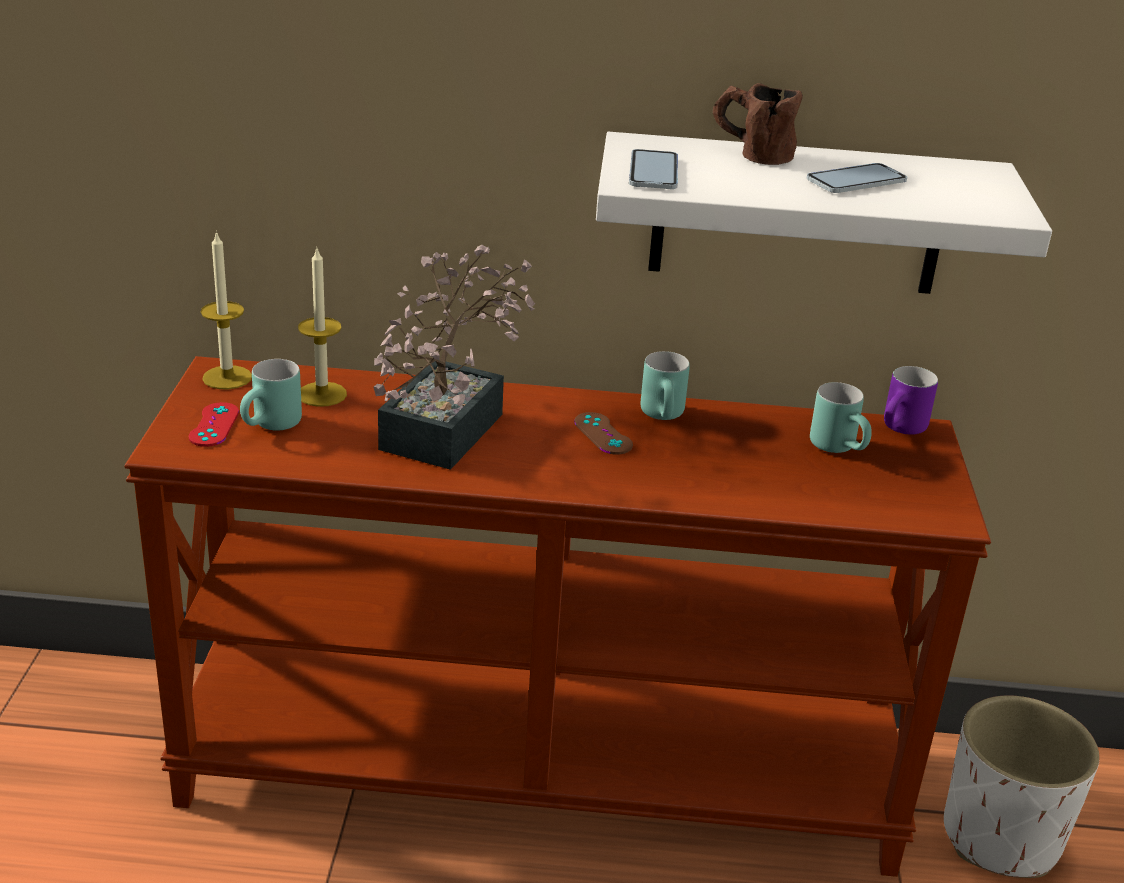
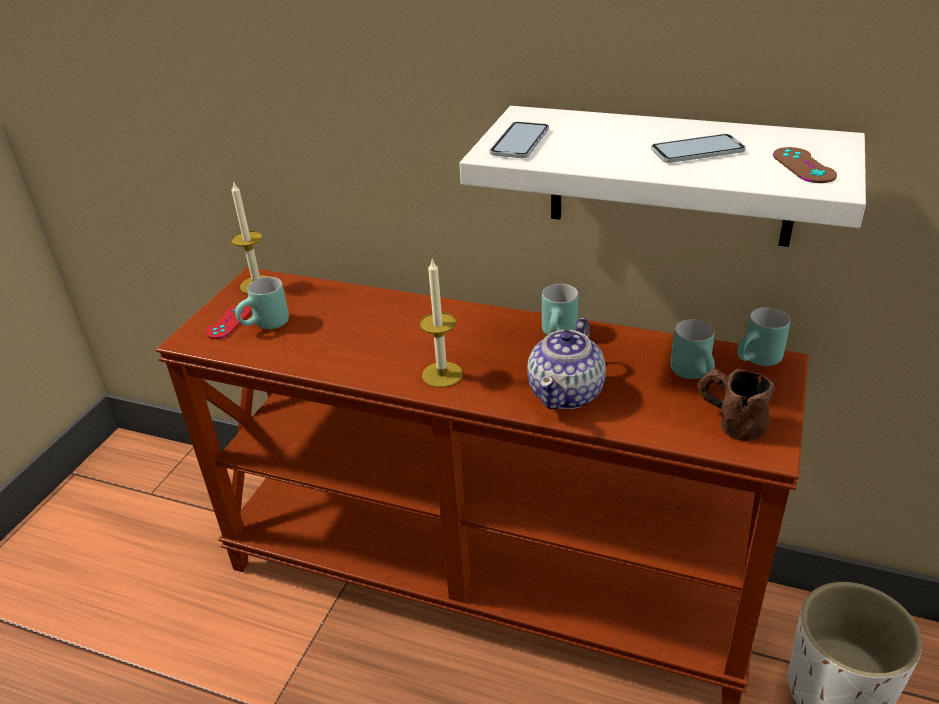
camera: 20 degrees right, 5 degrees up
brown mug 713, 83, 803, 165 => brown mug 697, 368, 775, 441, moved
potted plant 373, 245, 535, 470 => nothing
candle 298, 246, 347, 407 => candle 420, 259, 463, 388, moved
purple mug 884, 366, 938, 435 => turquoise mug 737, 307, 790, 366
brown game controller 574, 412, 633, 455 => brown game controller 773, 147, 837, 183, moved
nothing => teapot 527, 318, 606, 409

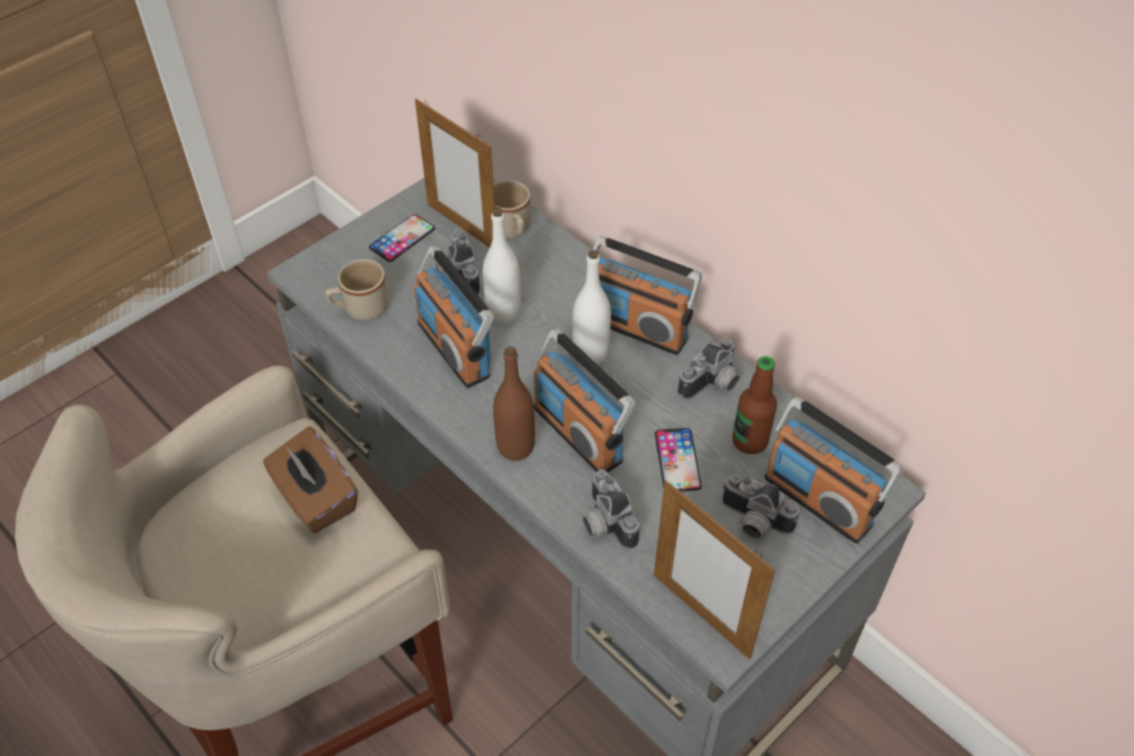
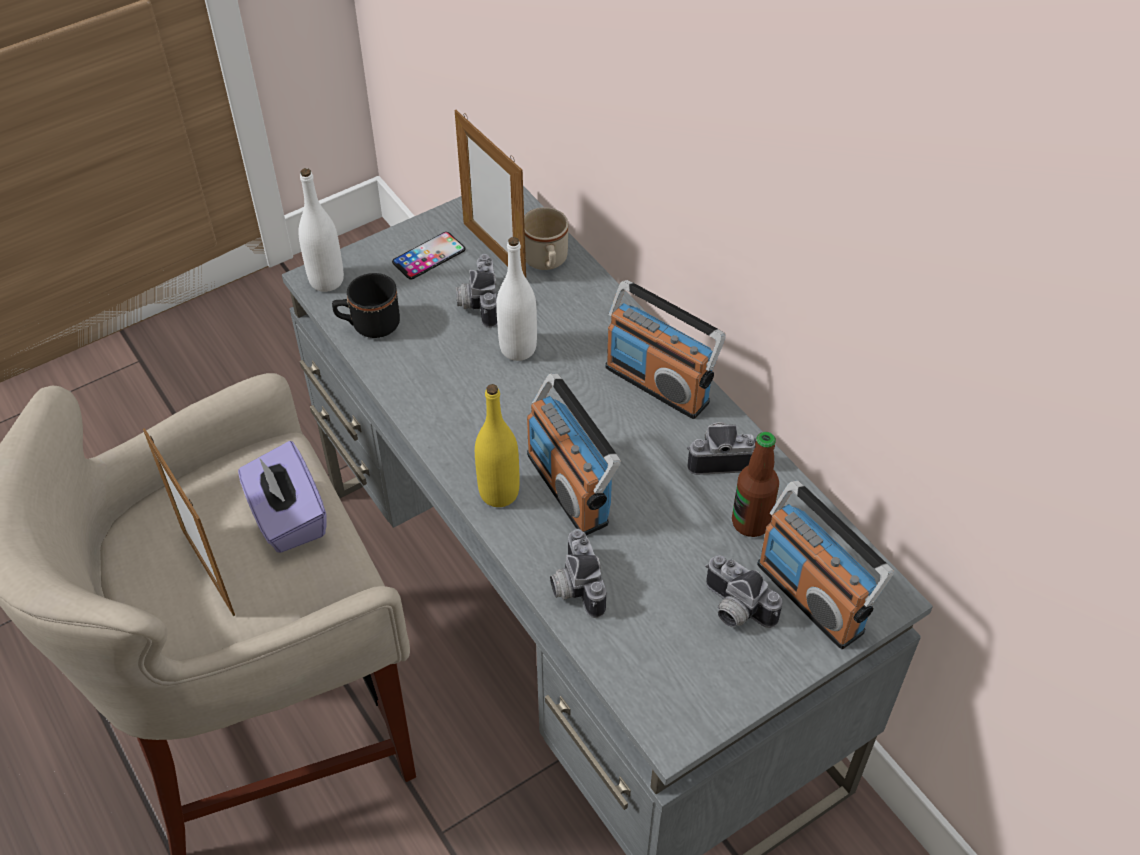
camera: 10 degrees right, 0 degrees up
radio 414, 247, 494, 388 => nothing
white bottle 572, 250, 611, 364 => white bottle 298, 168, 344, 292, moved
beige mug 325, 259, 389, 320 => black mug 332, 273, 400, 338
photo camera 678, 337, 740, 400 => photo camera 687, 422, 756, 475, 150 degrees counterclockwise
brown bottle 493, 346, 535, 461 => yellow bottle 475, 384, 520, 507
brown tissue box 263, 427, 358, 533 => purple tissue box 238, 441, 327, 553
phone 655, 428, 702, 492 => nothing
picture frame 654, 480, 775, 659 => picture frame 143, 428, 235, 616, moved

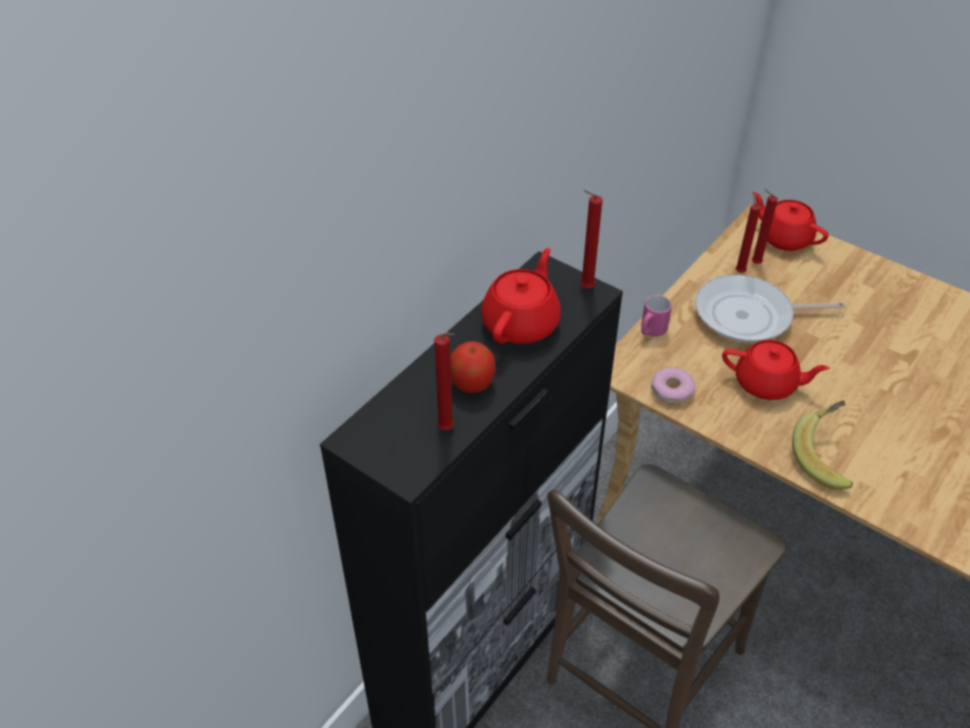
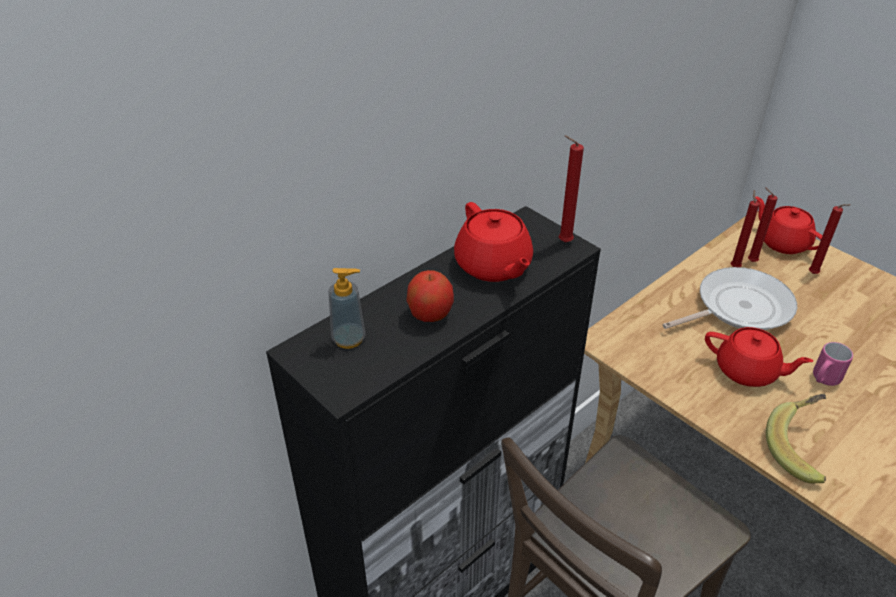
camera: 10 degrees right, 5 degrees down
red teapot 481, 248, 561, 344 => red teapot 454, 202, 533, 282, 120 degrees clockwise
frying pan 695, 275, 845, 343 => frying pan 663, 267, 797, 330, 150 degrees clockwise
pink mug 641, 295, 672, 336 => pink mug 813, 342, 853, 386, moved
red candle 434, 332, 455, 430 => red candle 809, 204, 851, 274, moved
donut 651, 367, 696, 404 => nothing
nothing => soap dispenser 328, 268, 366, 349

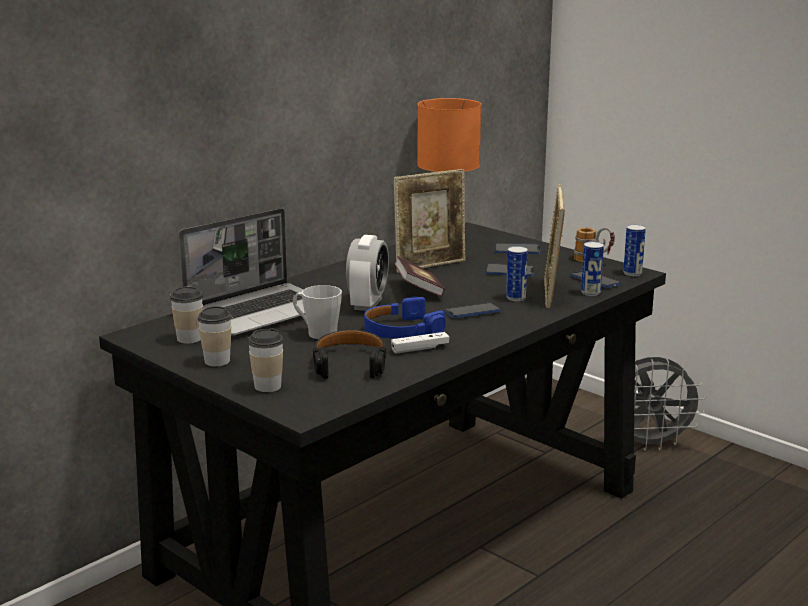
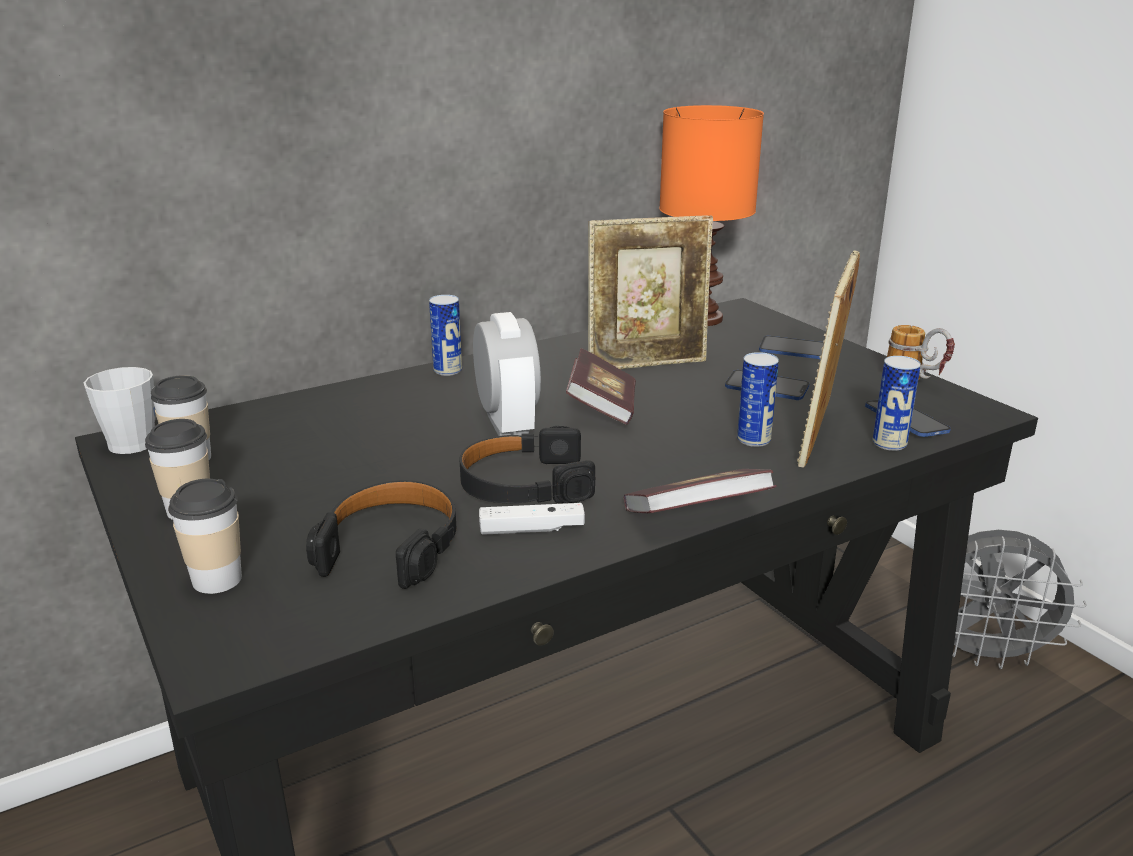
camera: 15 degrees right, 5 degrees up
laptop 179, 208, 305, 336 => nothing
can 623, 224, 646, 276 => can 429, 295, 462, 376, moved
alarm clock 346, 235, 389, 311 => alarm clock 473, 312, 541, 436, 45 degrees counterclockwise
grey mug 293, 285, 342, 339 => grey mug 84, 367, 155, 454, moved
blue headphones 364, 297, 446, 338 => black headphones 459, 426, 595, 504
phone 445, 303, 501, 318 => nothing
nothing => book 624, 469, 777, 513

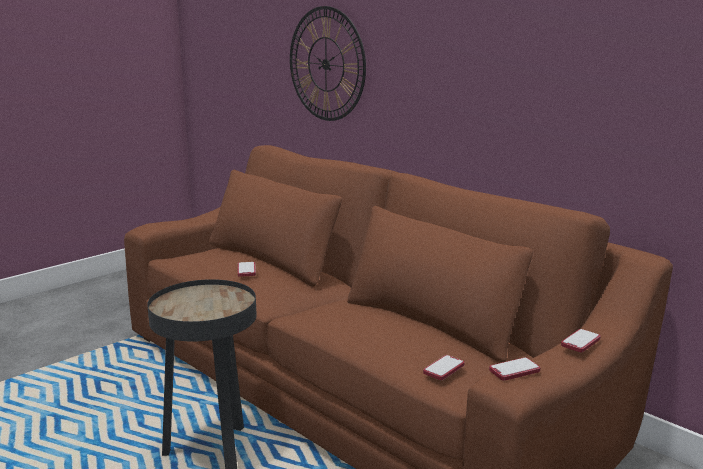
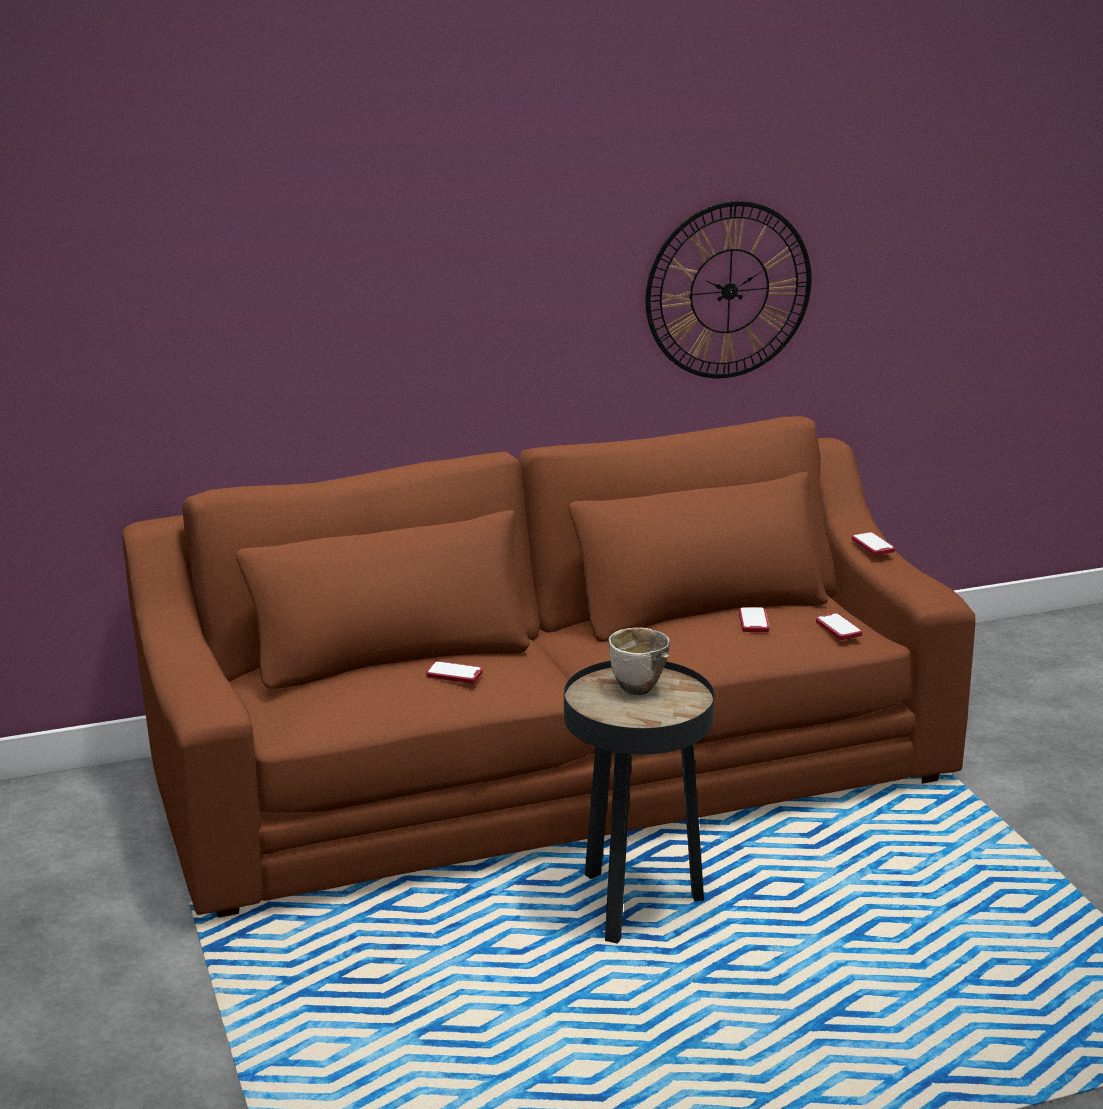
camera: 65 degrees left, 5 degrees up
wall clock 290, 6, 366, 121 => wall clock 646, 201, 812, 378, moved
phone 489, 357, 540, 381 => phone 739, 607, 769, 632, moved
nothing => bowl 608, 627, 670, 695

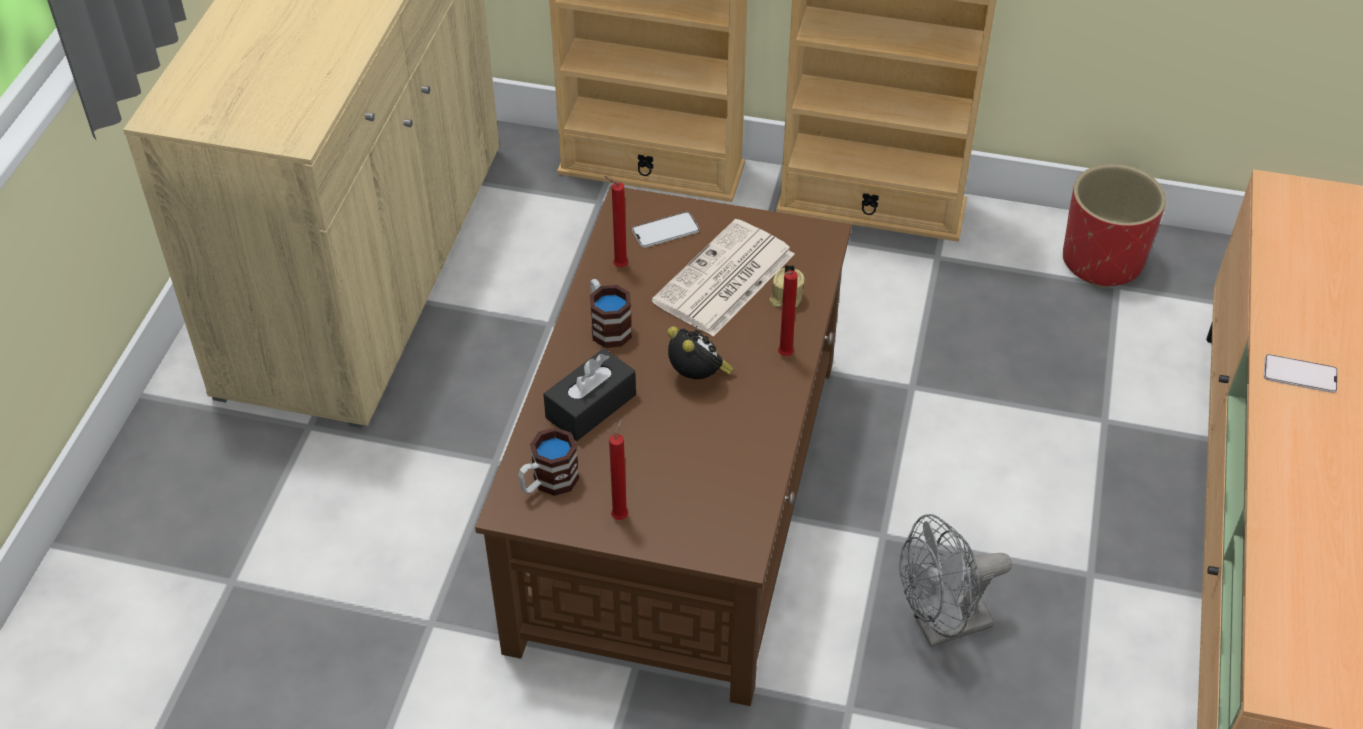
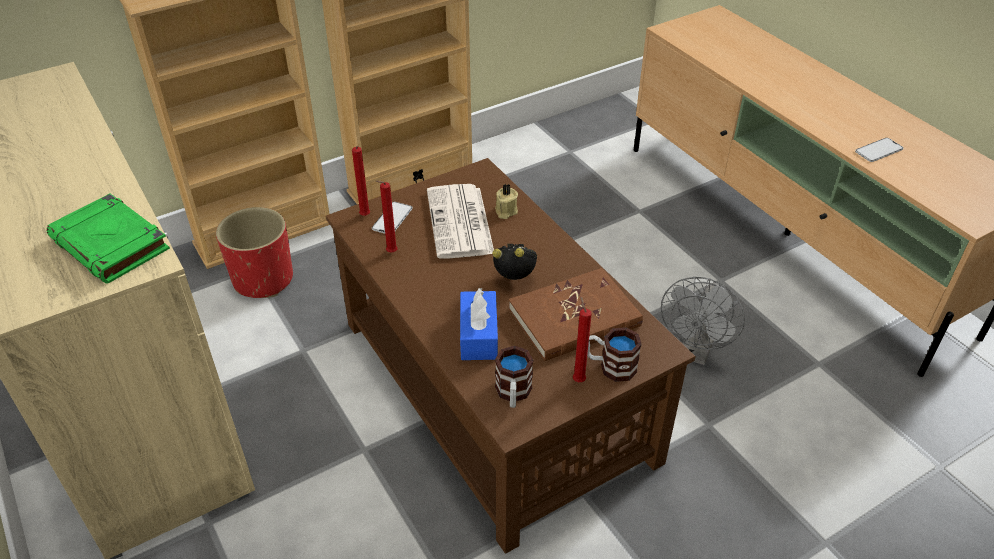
camera: 45 degrees left, 5 degrees down
red planter 1063, 164, 1166, 288 => red planter 216, 207, 293, 298, moved
red candle 778, 270, 798, 356 => red candle 352, 146, 370, 216, moved
mug 590, 279, 632, 348 => mug 587, 327, 642, 382, moved
black tissue box 543, 348, 636, 441 => blue tissue box 460, 288, 498, 360
phone 1264, 354, 1338, 393 => phone 855, 138, 903, 162, moved
nothing => green book 47, 194, 170, 284
nothing => brown book 509, 268, 643, 361

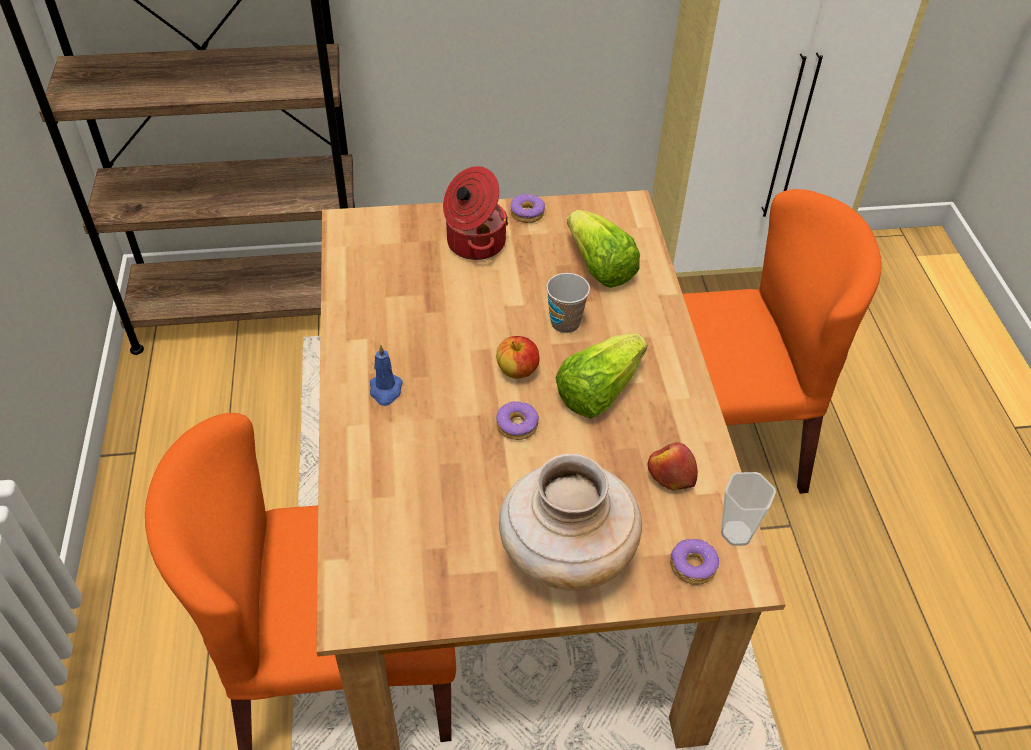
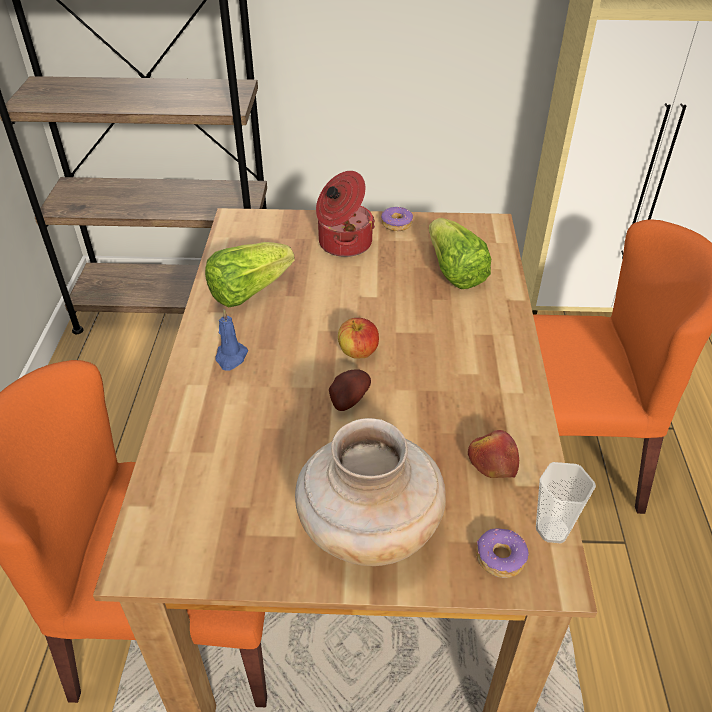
camera: 10 degrees right, 5 degrees down
cup 546, 273, 590, 333 => nothing
lettuce 556, 334, 647, 419 => lettuce 205, 242, 295, 307, moved
donut 496, 401, 539, 440 => potato 329, 369, 371, 411

